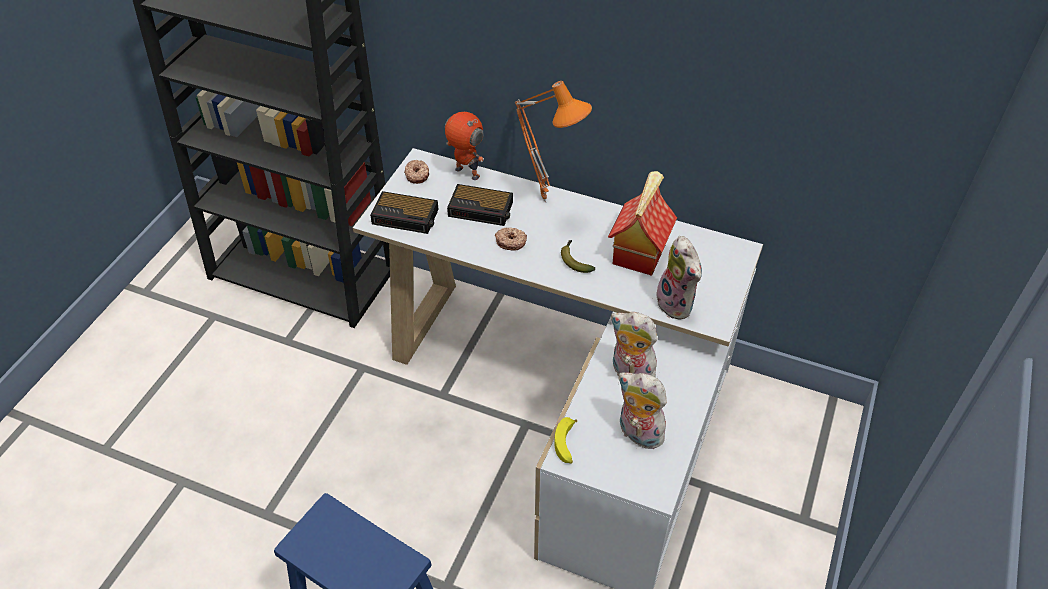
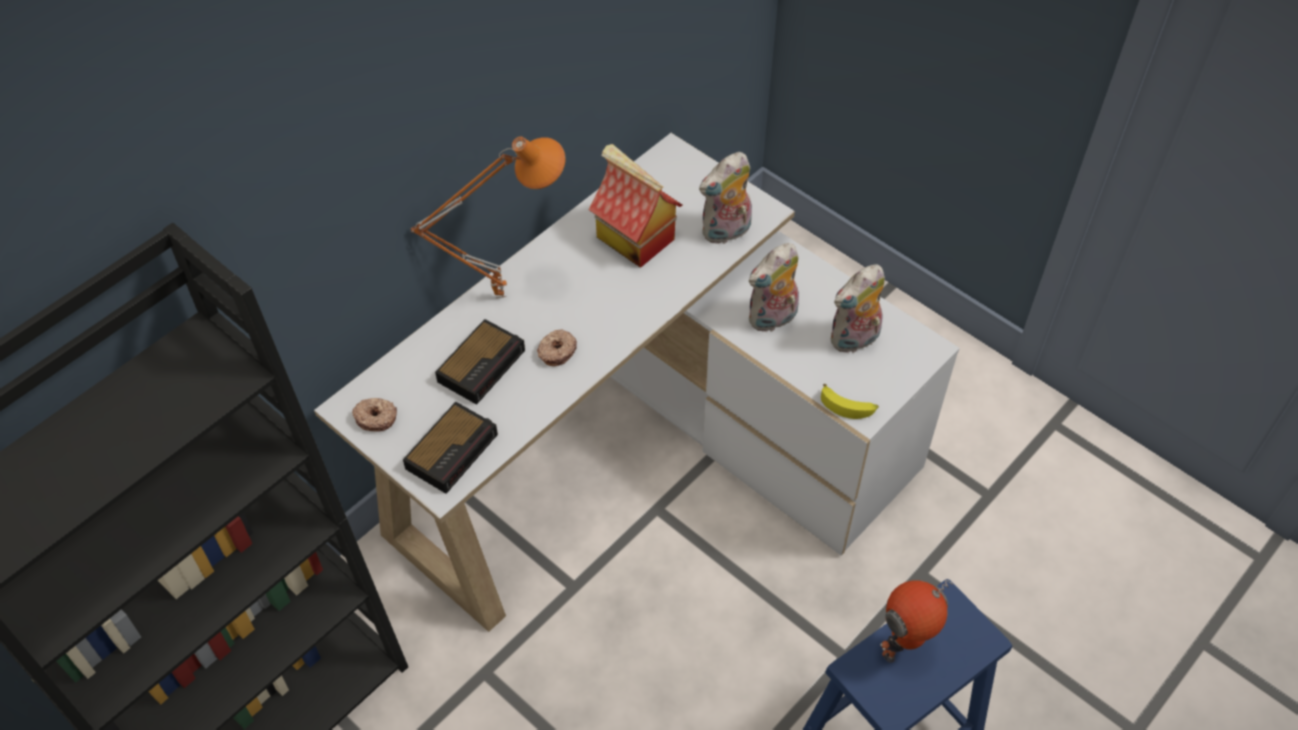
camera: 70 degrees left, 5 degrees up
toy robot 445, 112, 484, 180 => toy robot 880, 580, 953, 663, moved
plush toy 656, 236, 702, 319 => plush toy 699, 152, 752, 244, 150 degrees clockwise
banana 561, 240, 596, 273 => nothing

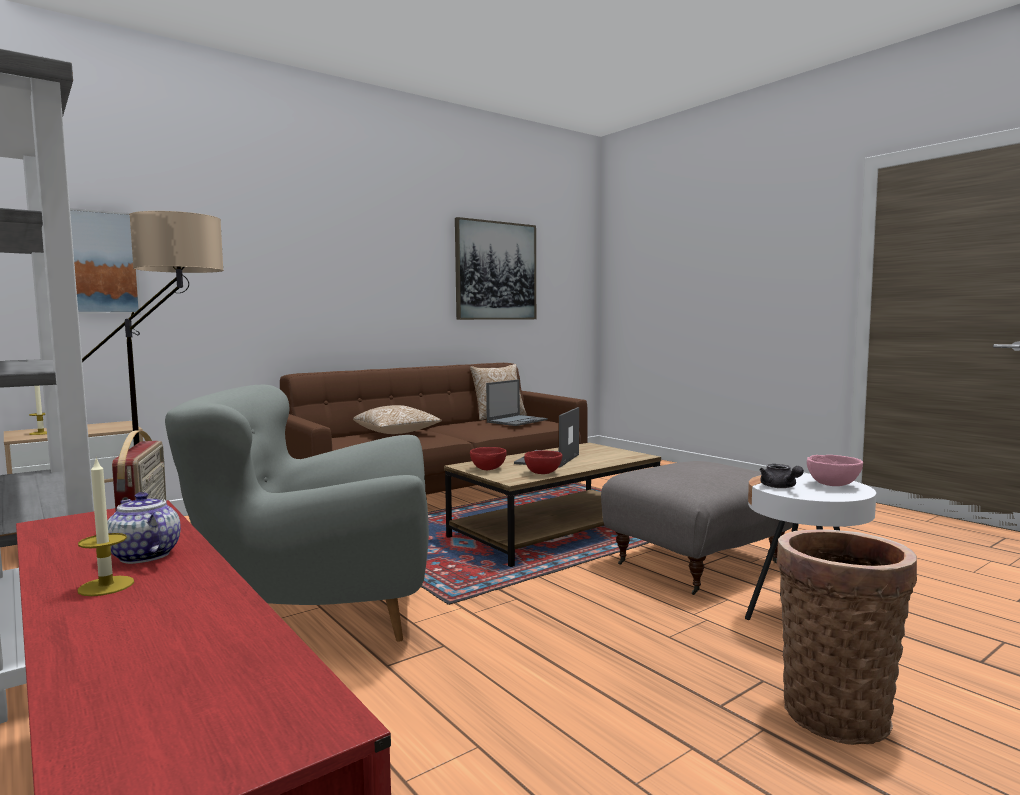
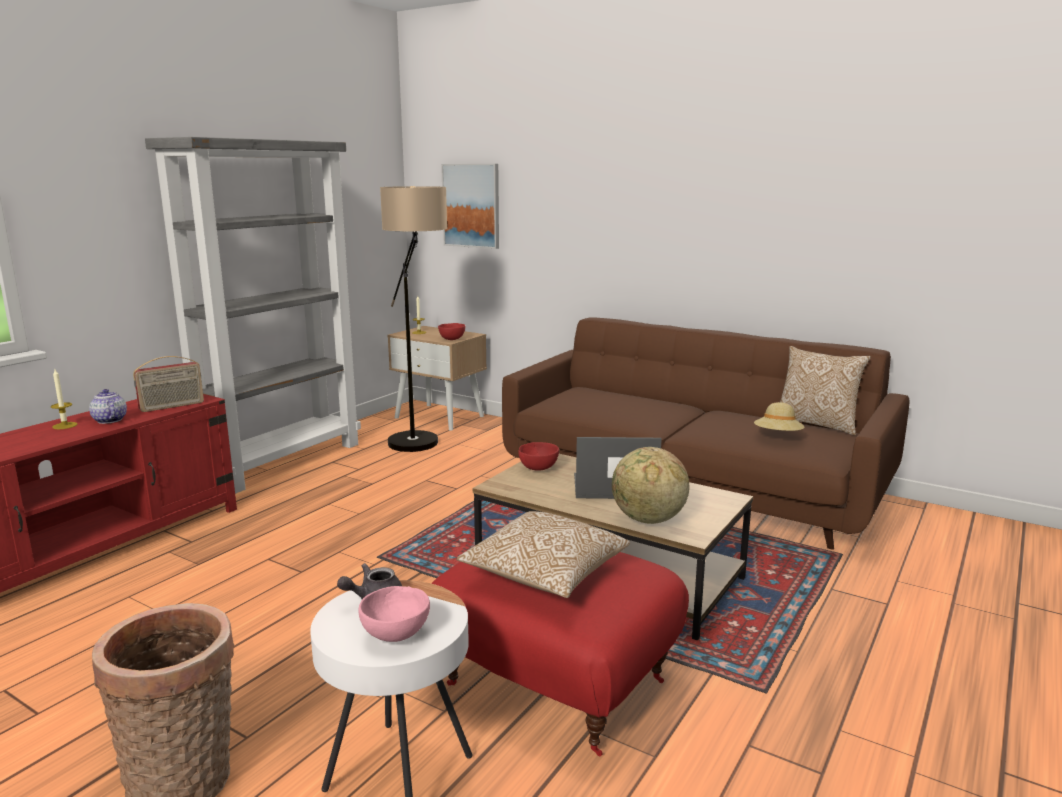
camera: 70 degrees right, 10 degrees up
picture 455, 217, 536, 320 => nothing
laptop 486, 379, 548, 426 => beige hat 754, 402, 804, 431
grey armchair 165, 385, 429, 642 => nothing
pillow 353, 405, 442, 434 => pillow 457, 511, 630, 598, moved
red bowl 524, 450, 562, 474 => red bowl 438, 323, 465, 340, moved
grey ottoman 601, 461, 793, 595 => red ottoman 431, 552, 689, 756
teapot 107, 492, 181, 564 => teapot 89, 389, 127, 424, 60 degrees counterclockwise
nothing => globe 612, 447, 690, 524

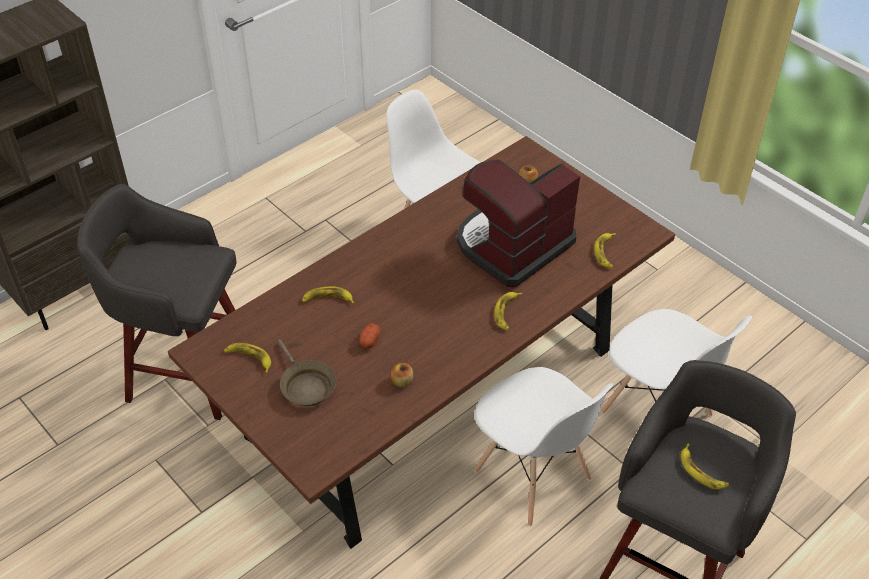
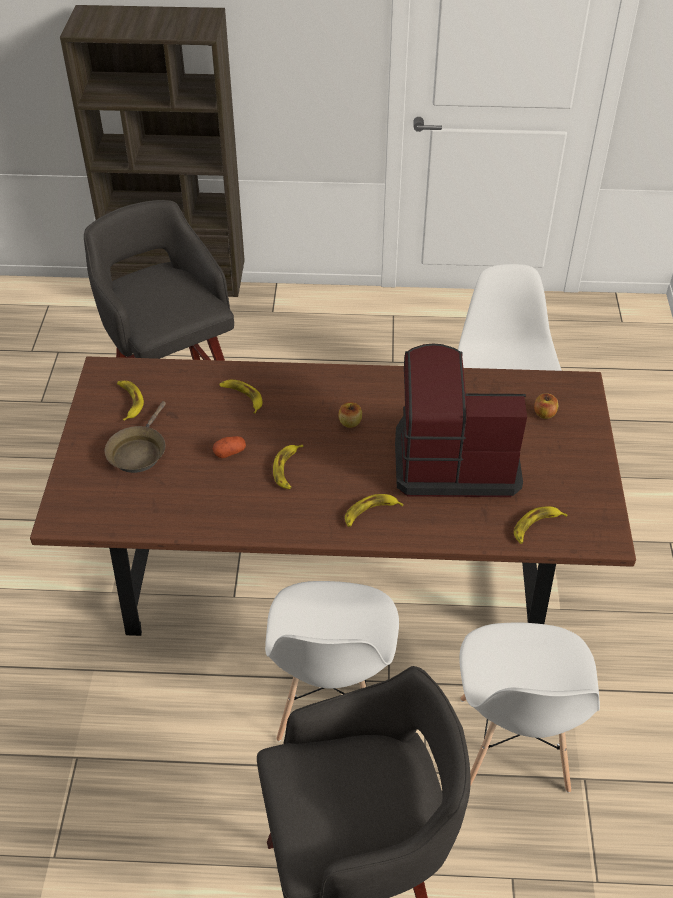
camera: 45 degrees right, 0 degrees up
apple 391, 363, 413, 387 => apple 338, 402, 362, 428, moved
banana 681, 443, 729, 489 => banana 273, 444, 303, 489, moved

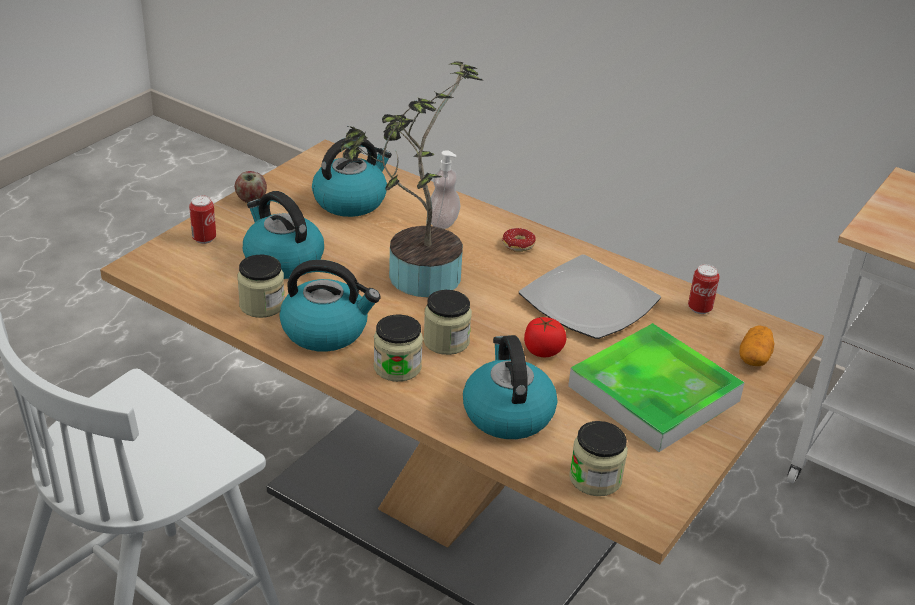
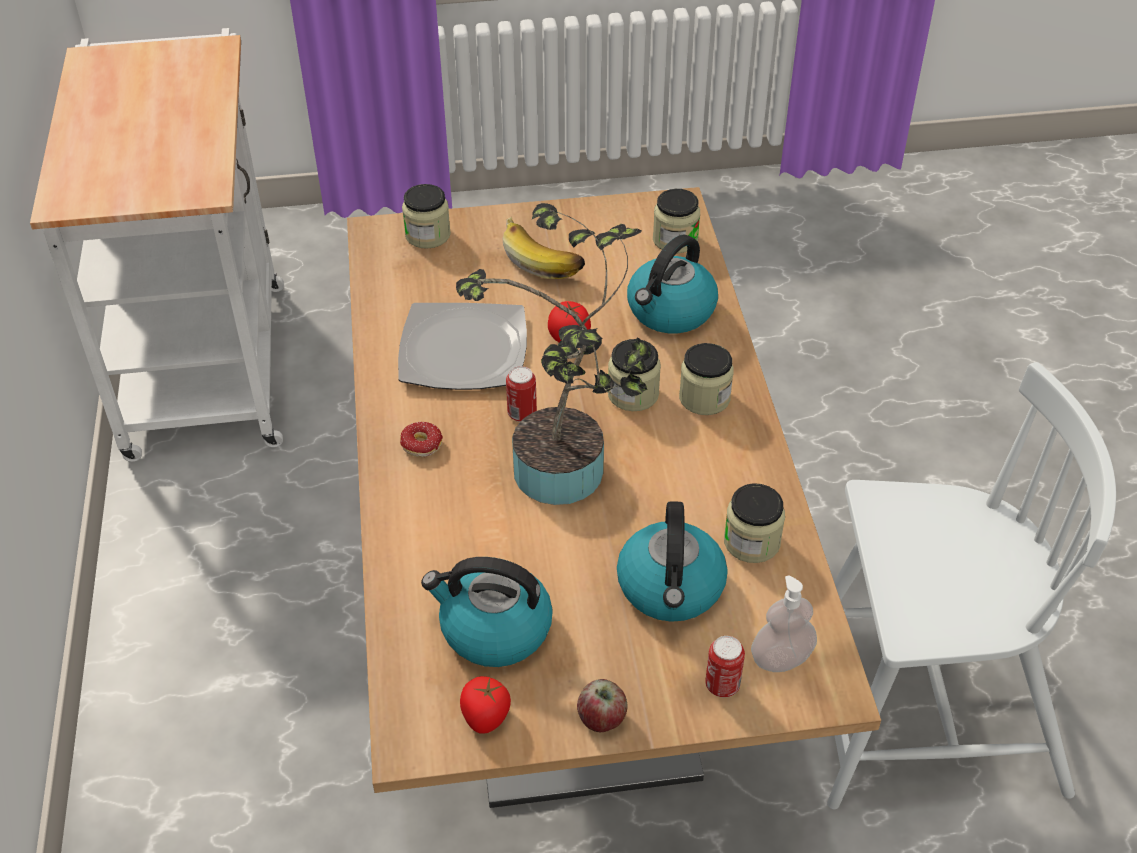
camera: 130 degrees left, 10 degrees up
soap dispenser 431, 150, 460, 229 => soap dispenser 751, 575, 817, 672, moved
kettle 279, 260, 381, 352 => nothing
can 688, 264, 720, 314 => can 506, 366, 537, 422, moved
tray 568, 323, 745, 452 => banana 503, 216, 585, 279
potato 740, 325, 775, 366 => jar 402, 184, 451, 249
nothing => tomato 460, 676, 511, 734

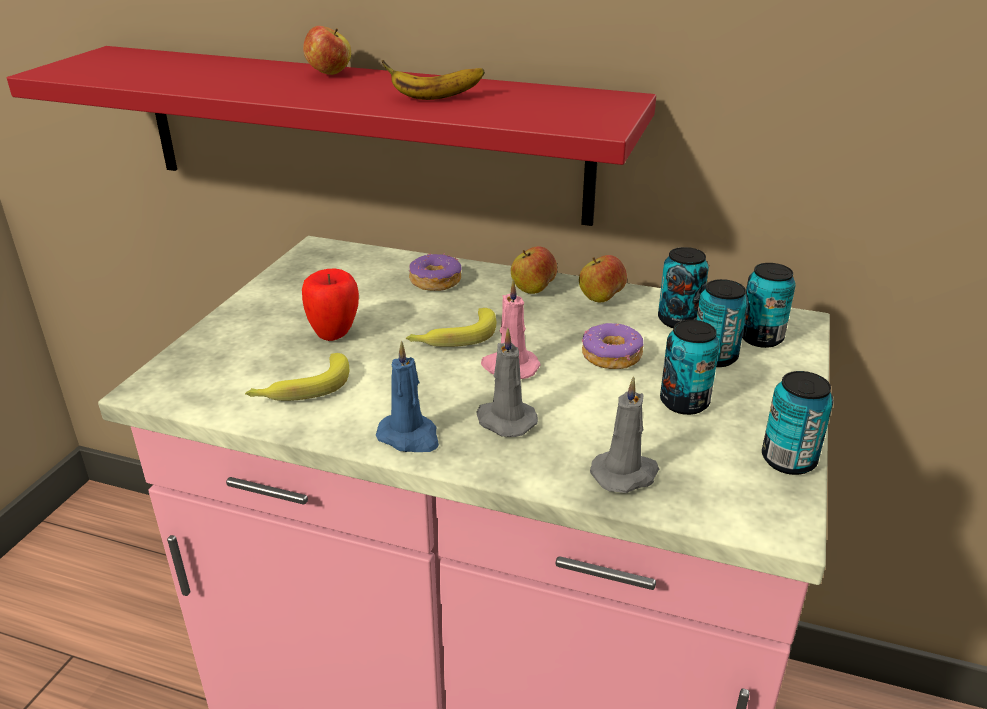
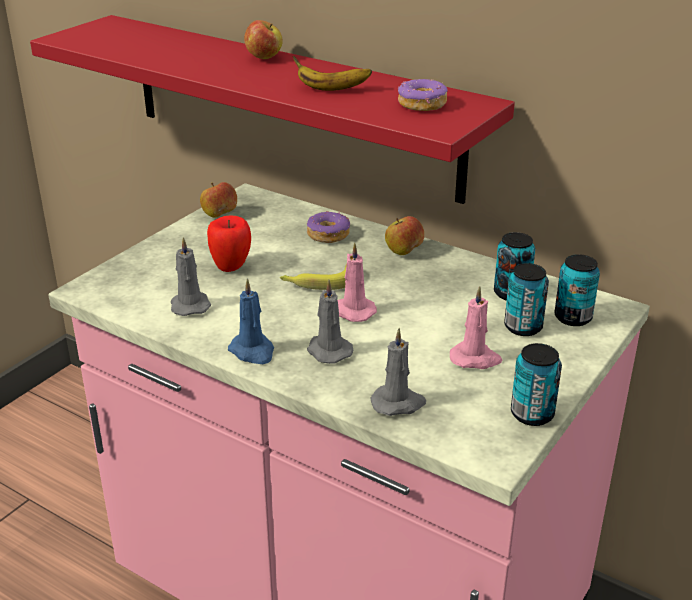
camera: 15 degrees right, 0 degrees up
apple 579, 255, 627, 303 => apple 200, 182, 237, 218, moved
can 660, 320, 720, 415 => pink candle 450, 286, 502, 369
donut 582, 323, 644, 369 => donut 398, 79, 448, 111, moved
banana 245, 353, 349, 401 => grey candle 171, 237, 211, 316

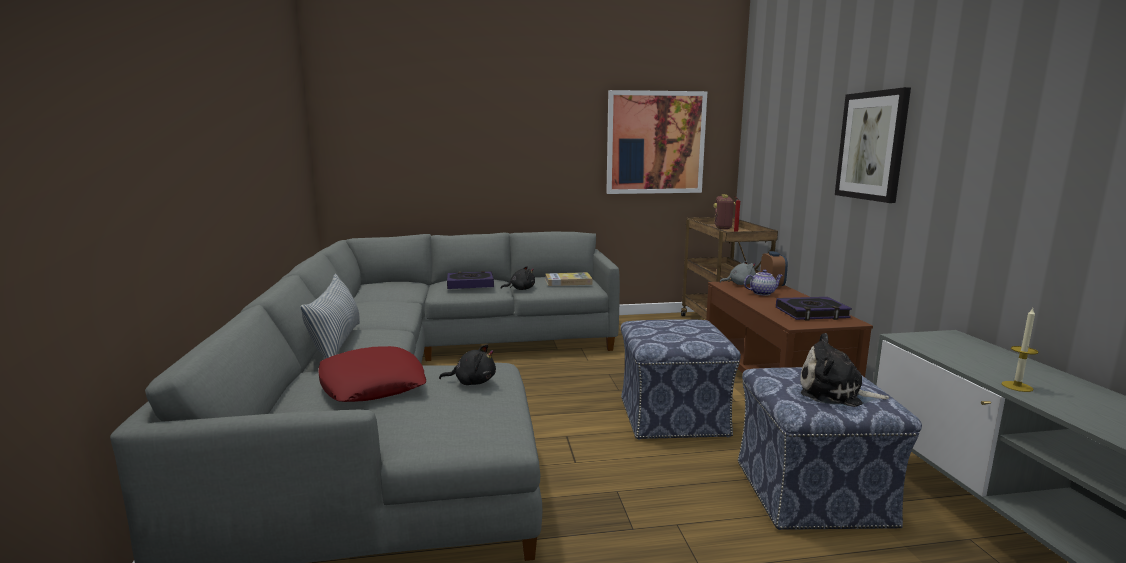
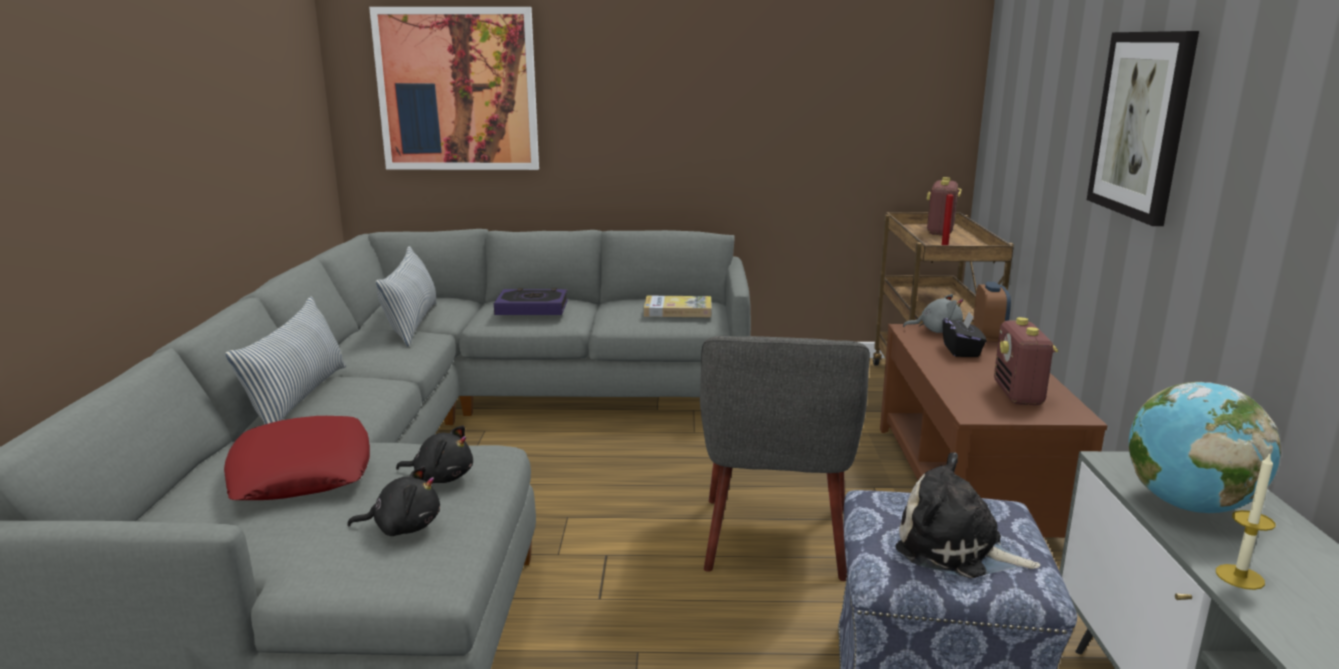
camera: 10 degrees right, 5 degrees up
picture 606, 90, 707, 194 => picture 369, 7, 539, 170, moved
black plush toy 501, 266, 535, 290 => black plush toy 347, 466, 440, 536, moved
teapot 744, 269, 783, 296 => black tissue box 942, 312, 986, 357
book 776, 297, 852, 321 => radio 994, 317, 1058, 405
ottoman 621, 319, 741, 440 => grey armchair 700, 336, 870, 581
nothing => pillow 375, 246, 437, 347
nothing => globe 1129, 382, 1281, 513

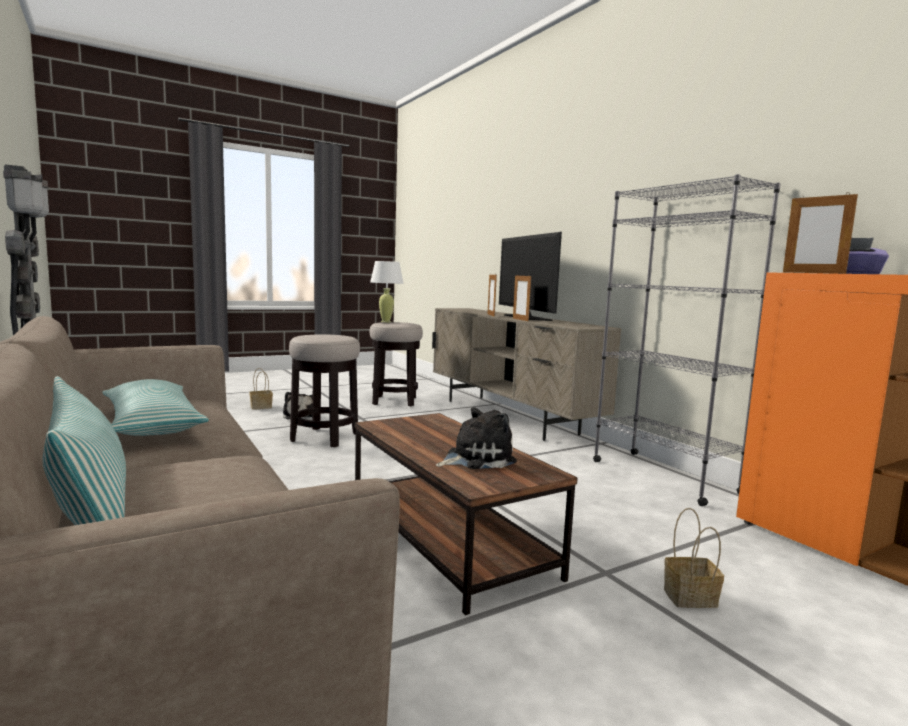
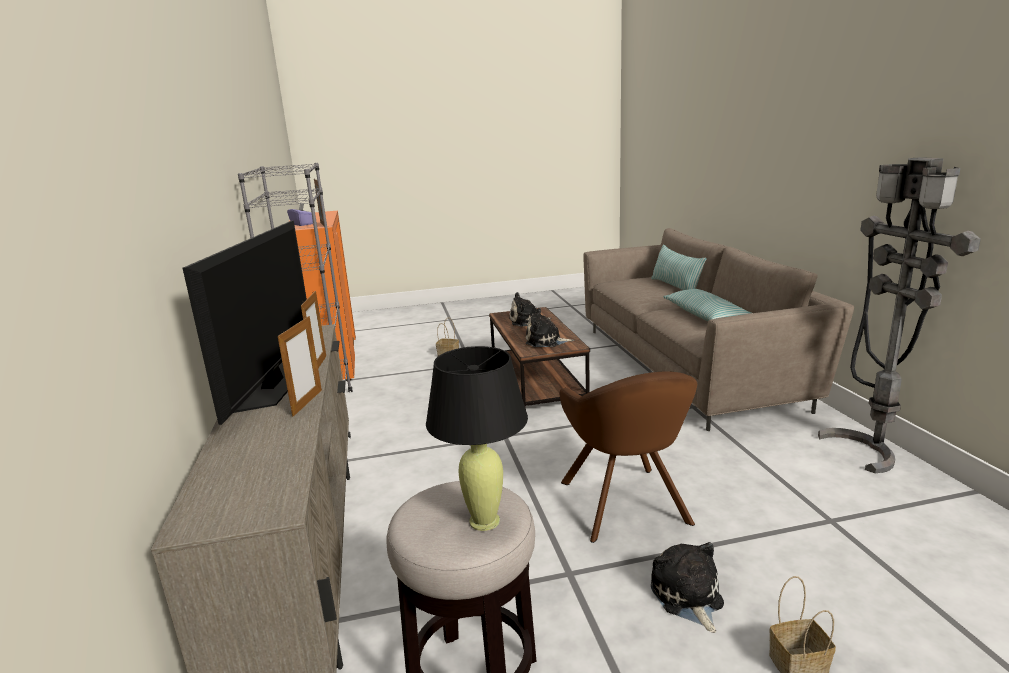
camera: 160 degrees left, 10 degrees up
white table lamp 370, 261, 404, 322 => black table lamp 426, 346, 528, 531
stool 289, 334, 360, 447 => brown armchair 560, 371, 697, 543
nothing => plush toy 526, 308, 574, 347

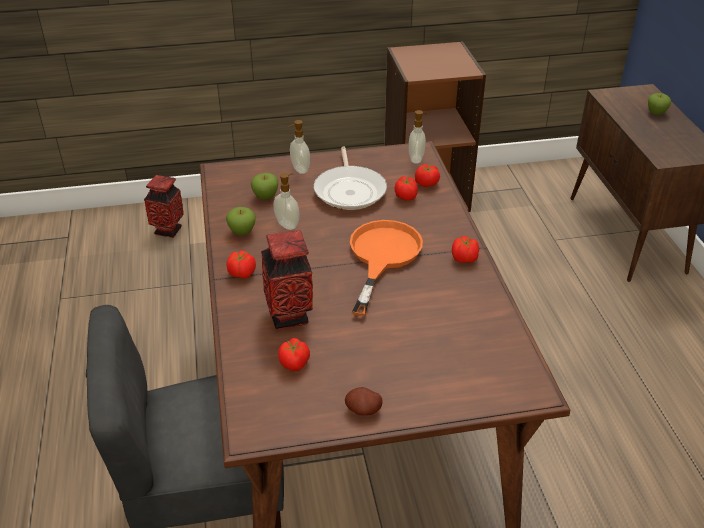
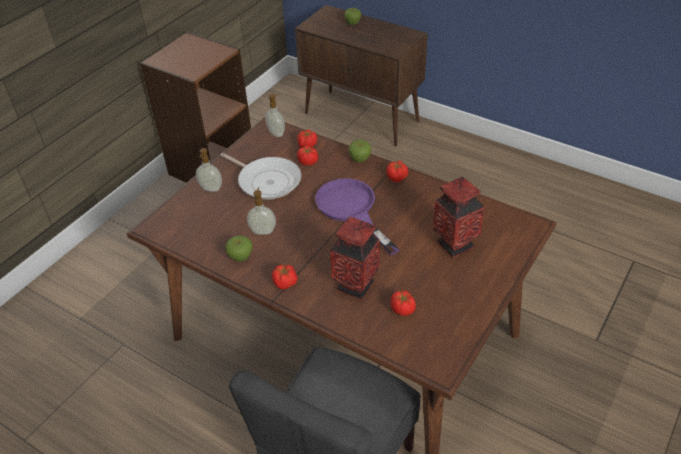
camera: 45 degrees left, 5 degrees up
apple 251, 173, 278, 200 => apple 348, 140, 372, 162, moved
vase 144, 175, 184, 238 => vase 433, 177, 484, 257, moved
orange frying pan 350, 220, 423, 316 => purple frying pan 315, 178, 400, 255
potato 345, 387, 383, 416 => nothing

